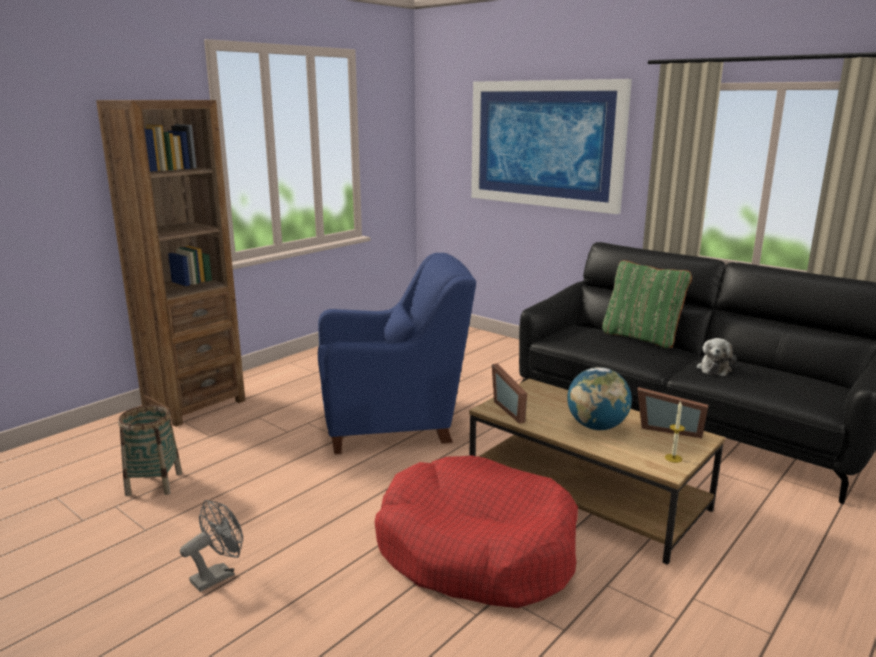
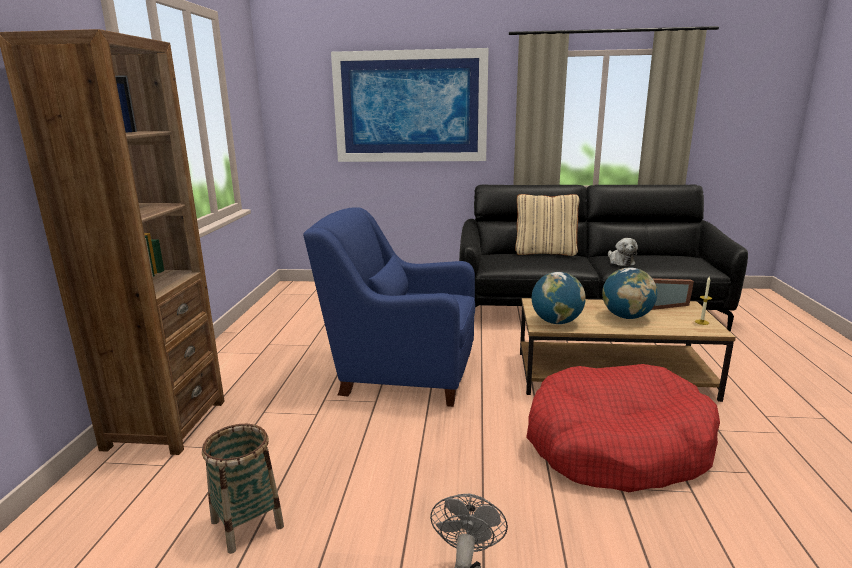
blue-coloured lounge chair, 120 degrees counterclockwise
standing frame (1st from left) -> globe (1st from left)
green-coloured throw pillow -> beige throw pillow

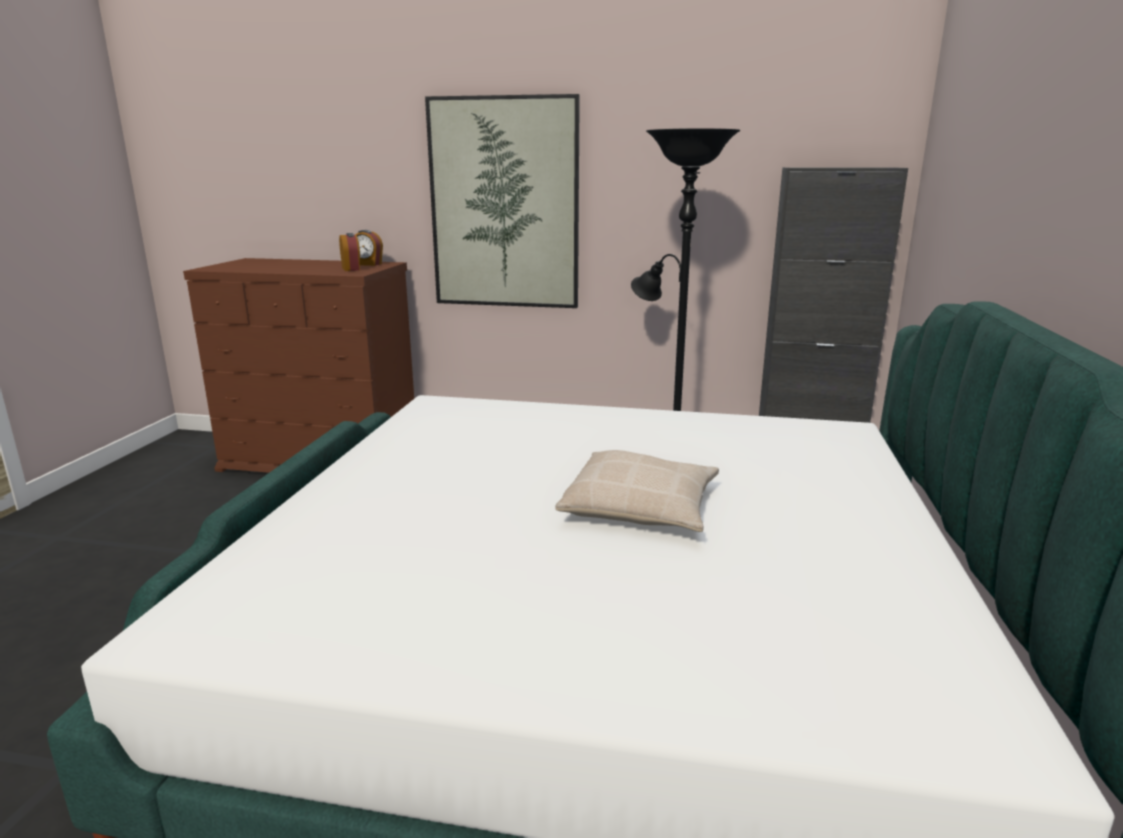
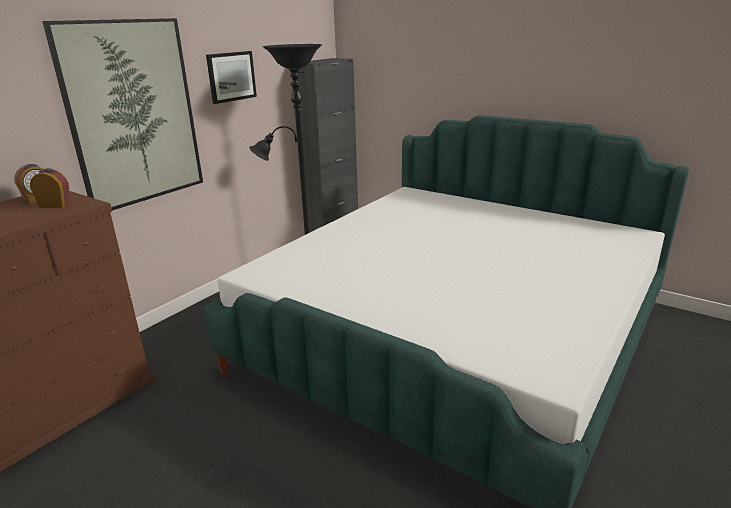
beige throw pillow -> none
none -> picture (2nd from left)

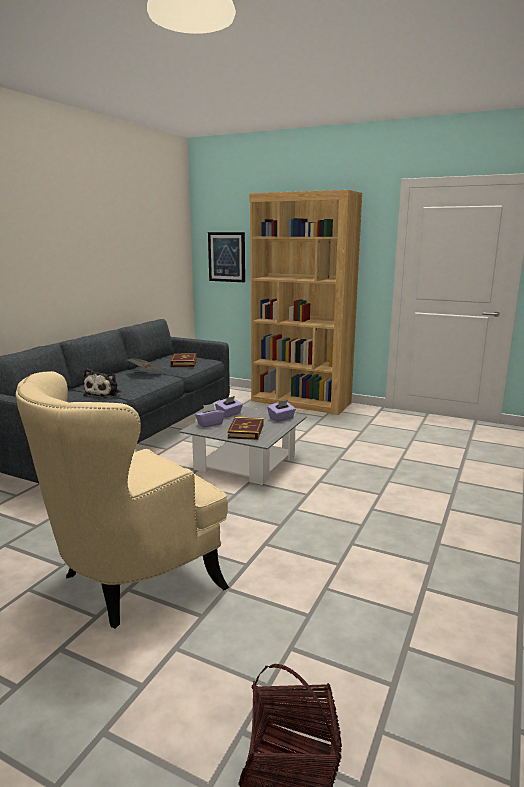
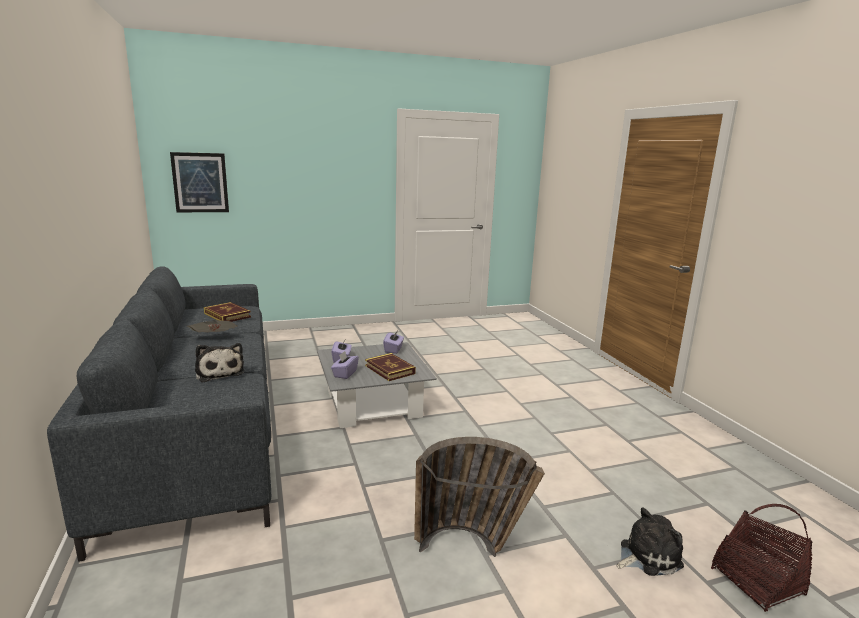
beige lounge chair -> household basket (1st from left)
brown bookshelf -> none
none -> plush toy (2nd from left)

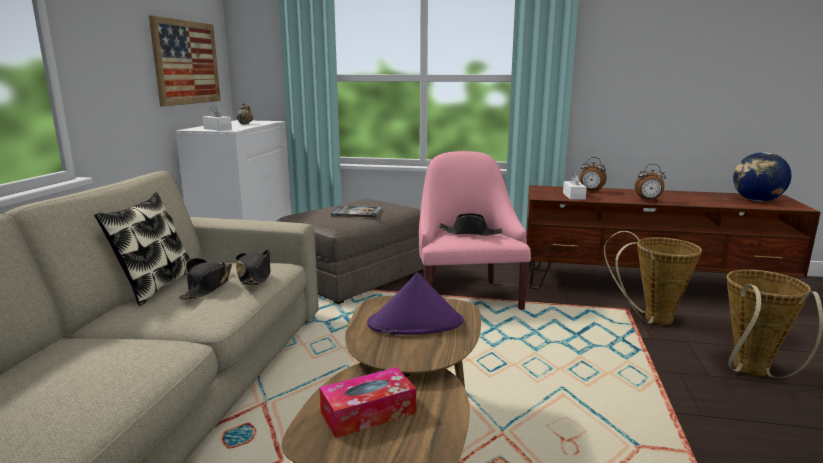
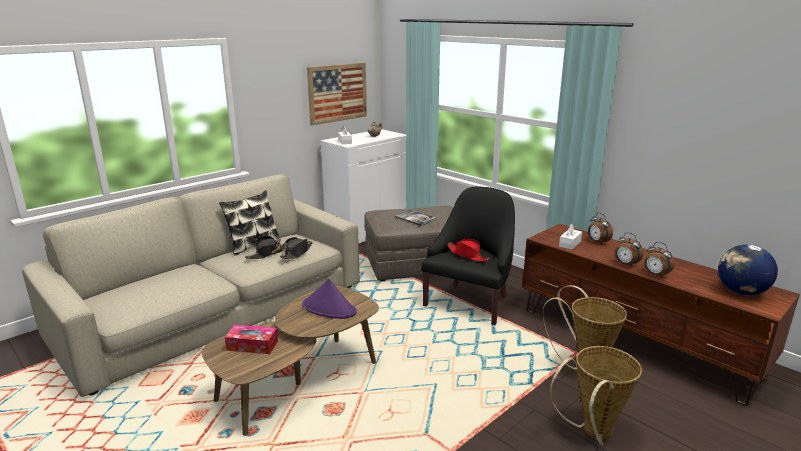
pinkish lounge chair -> black lounge chair
black wearable hat (3rd from left) -> red-coloured wearable hat
none -> bedside clock (3rd from left)

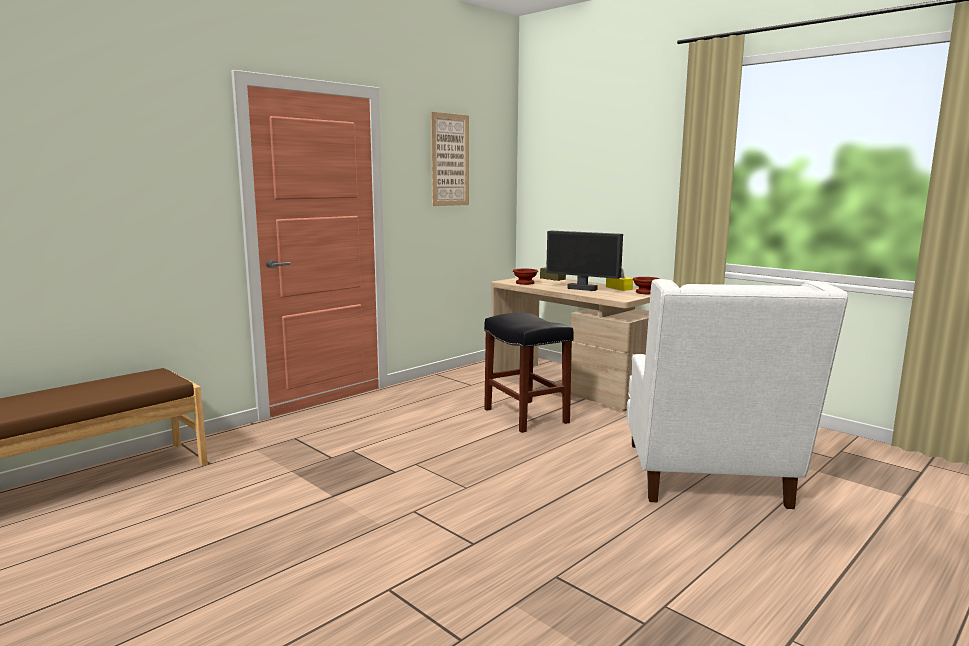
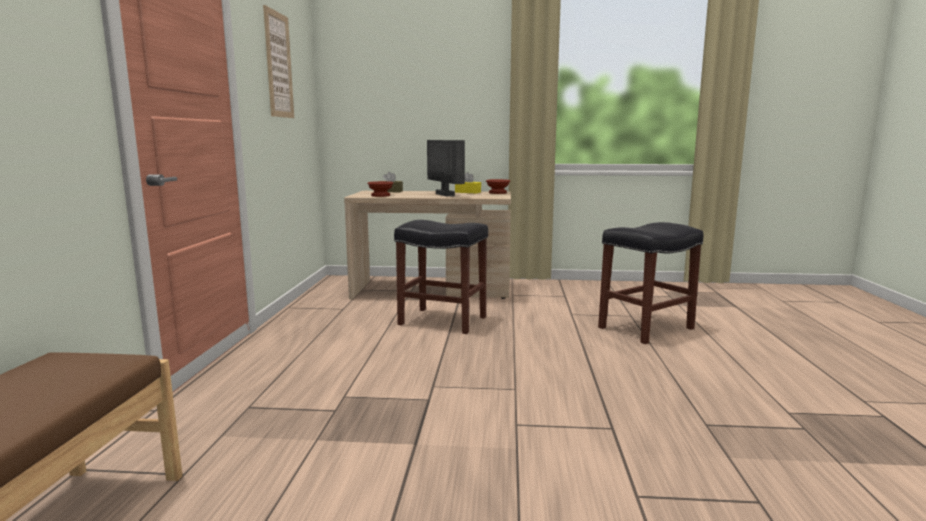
computer screen, 105 degrees counterclockwise
whitish lounge chair -> black stool seat (2nd from left)

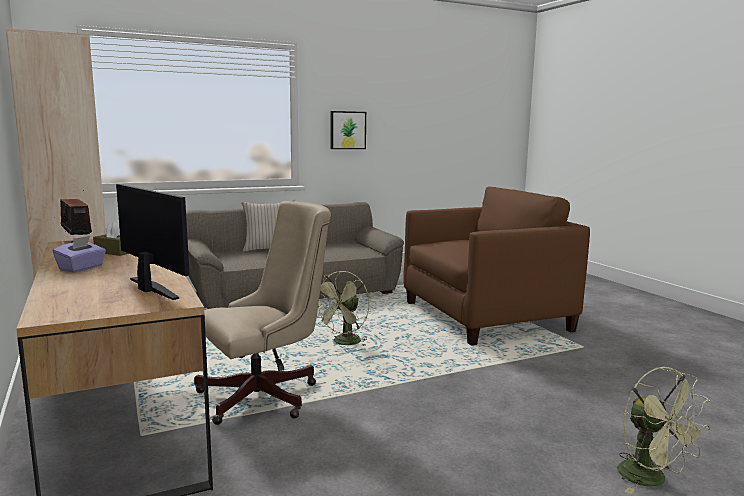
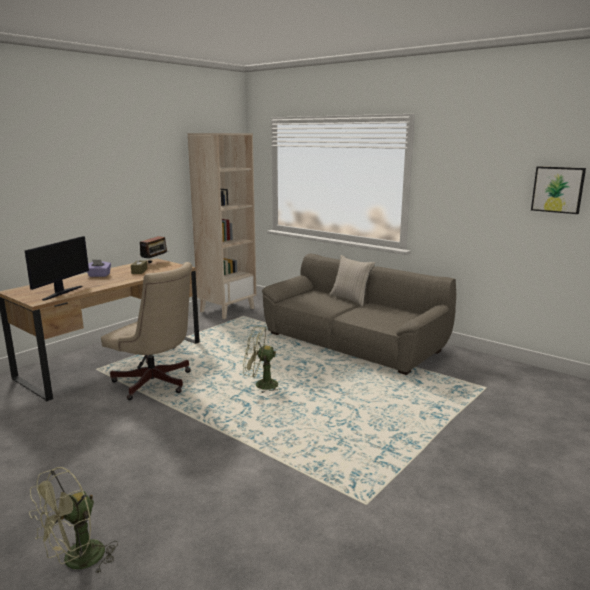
picture, moved
brown lounge chair -> none

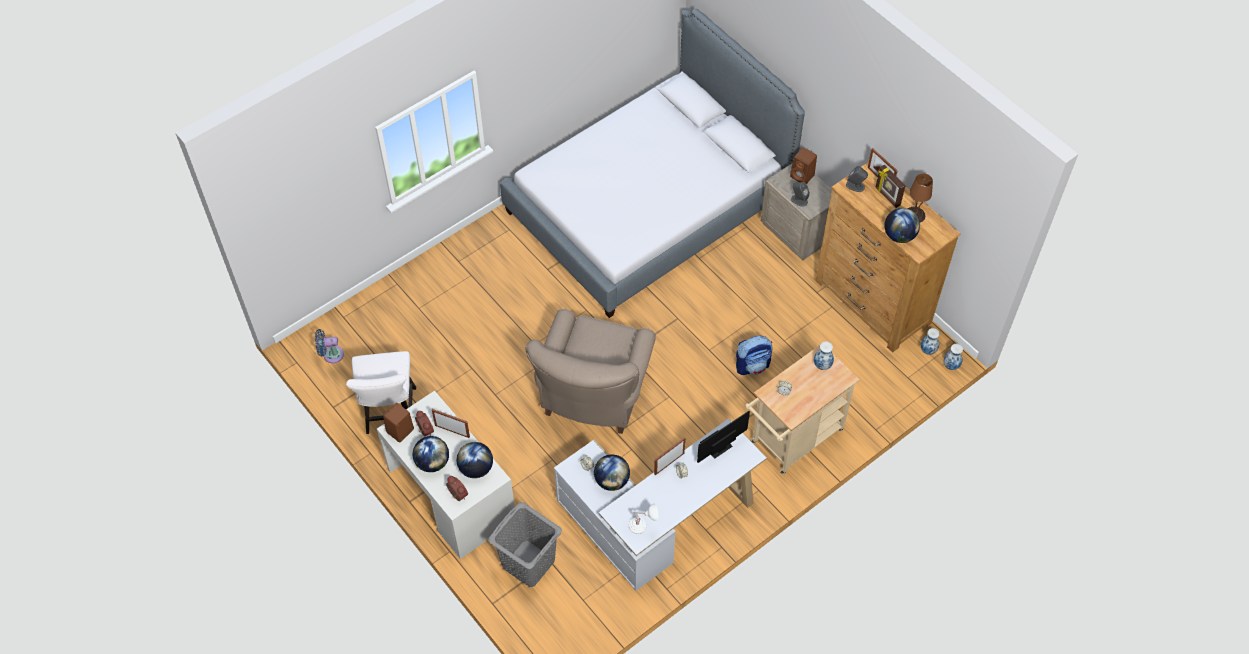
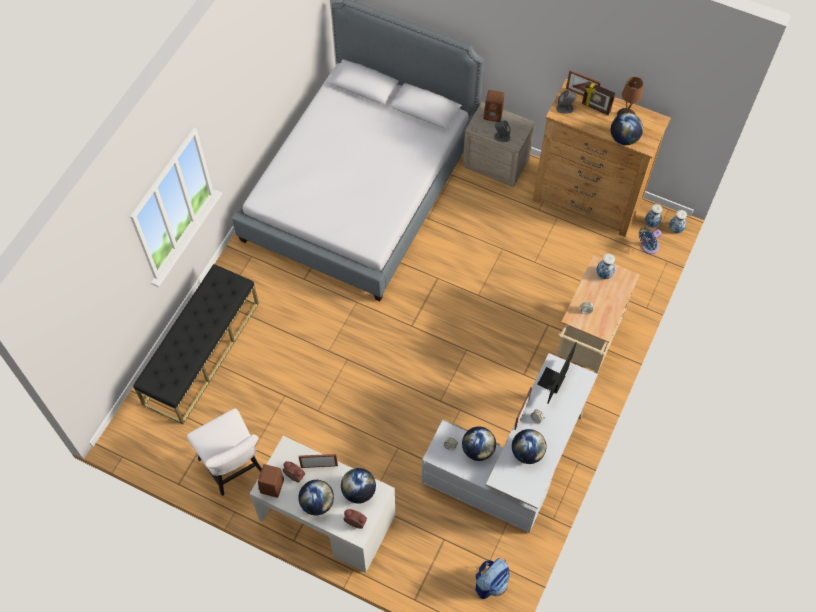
blue-coloured electric fan, moved
gray washing basket -> none
beige lounge chair -> none
whitish tabletop lamp -> none
backpack, moved
none -> black indoor bench
none -> globe (4th from left)

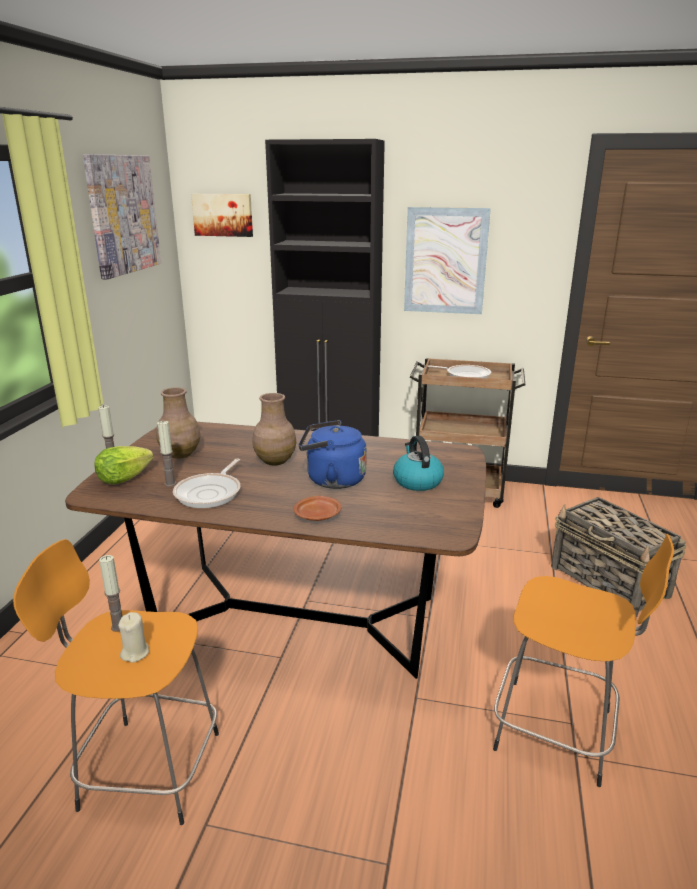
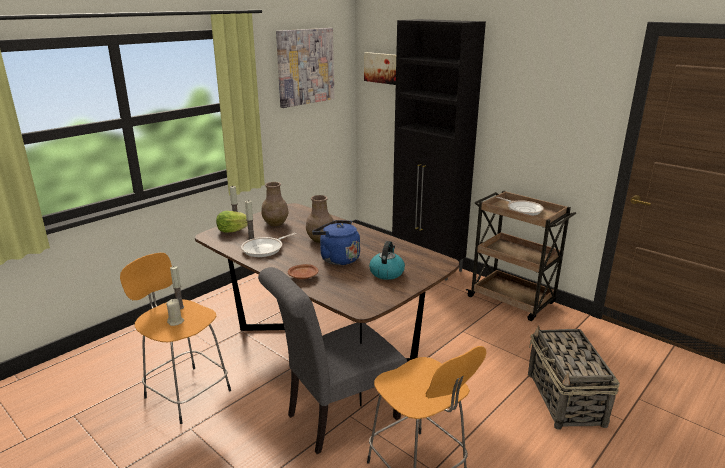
picture (3rd from left) -> none
none -> gray chair

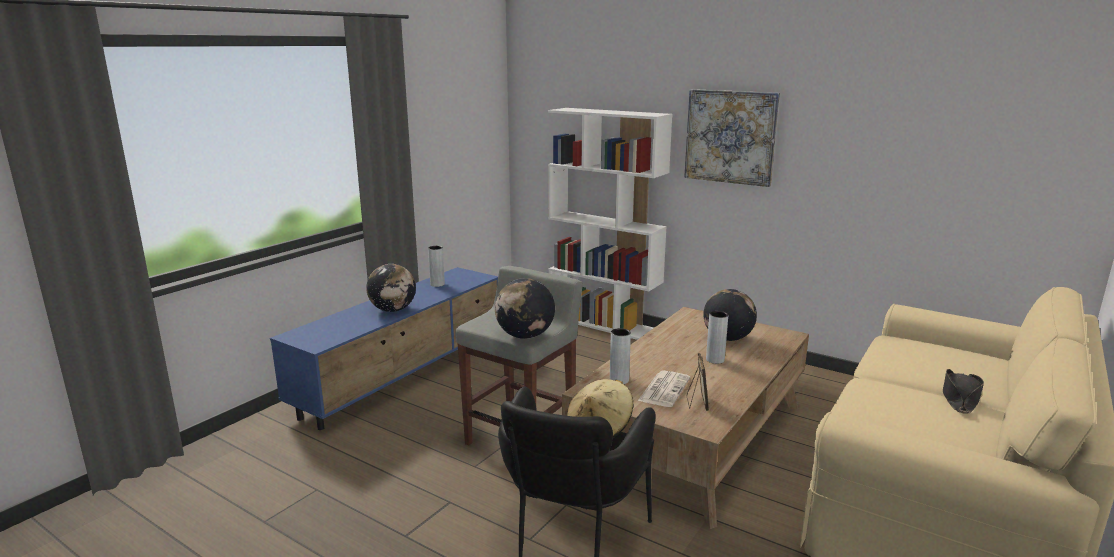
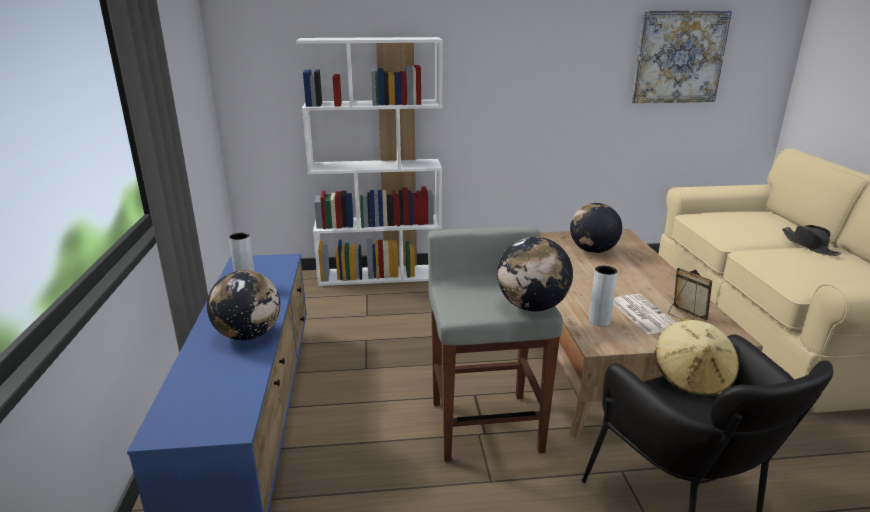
picture, moved
gray decorative vase (3rd from left) -> none

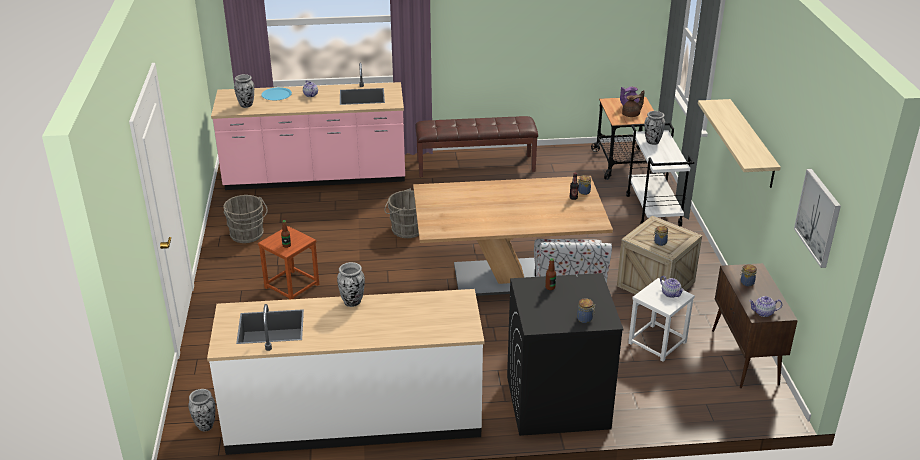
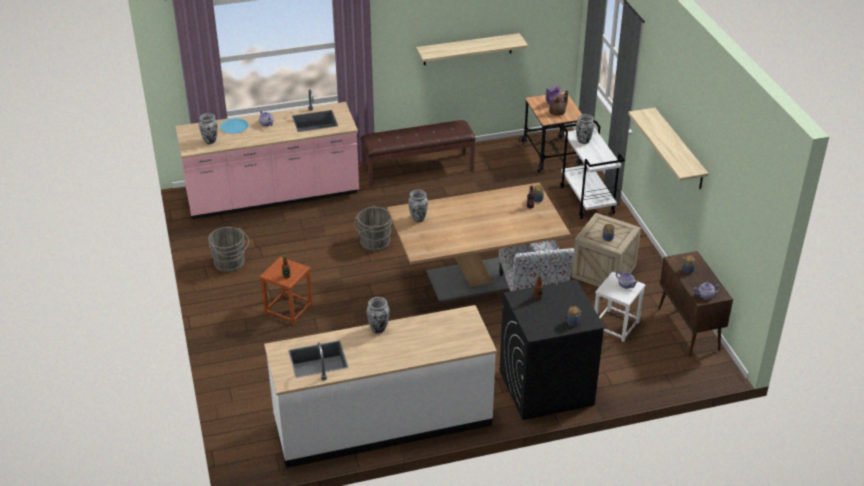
decorative vase (1st from left in the first image) -> decorative vase (3rd from left), moved
picture -> none
none -> shelf (1st from left)

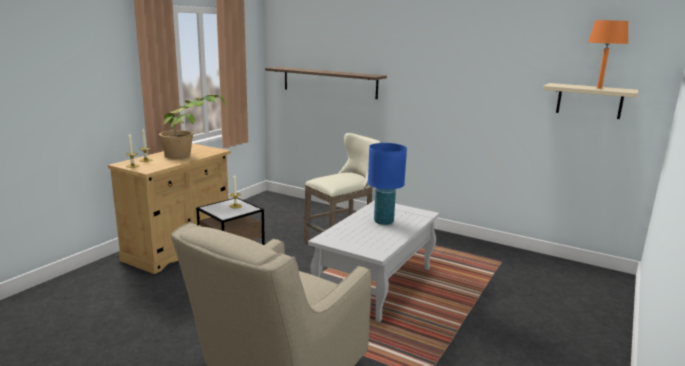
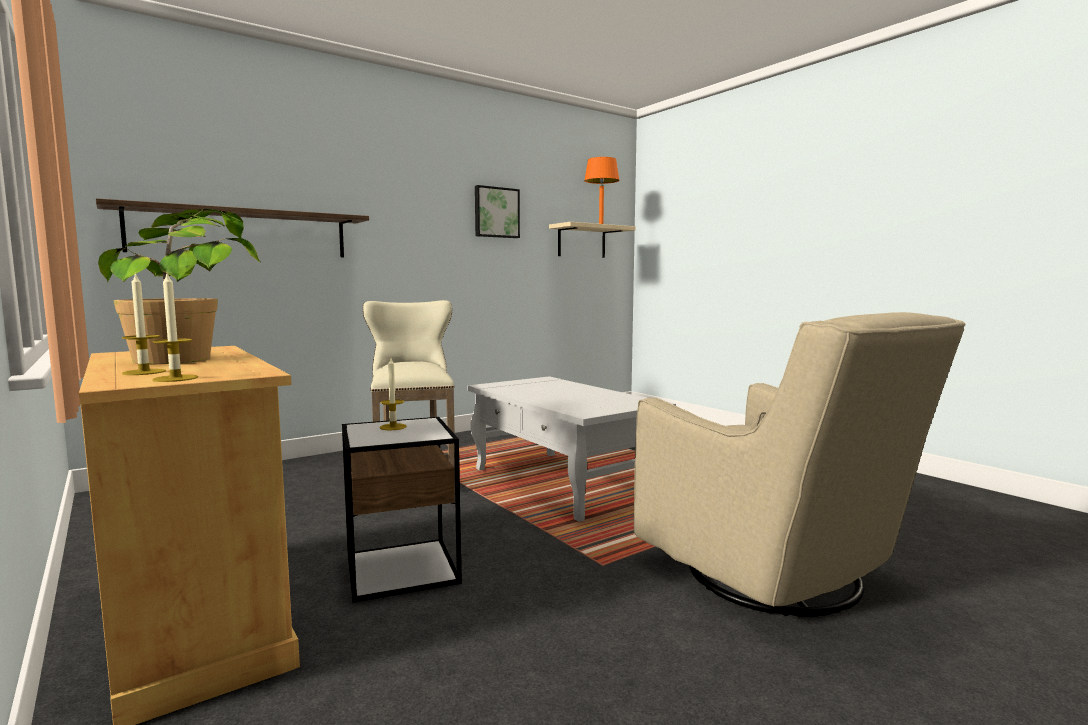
blue-coloured tabletop lamp -> none
none -> picture

